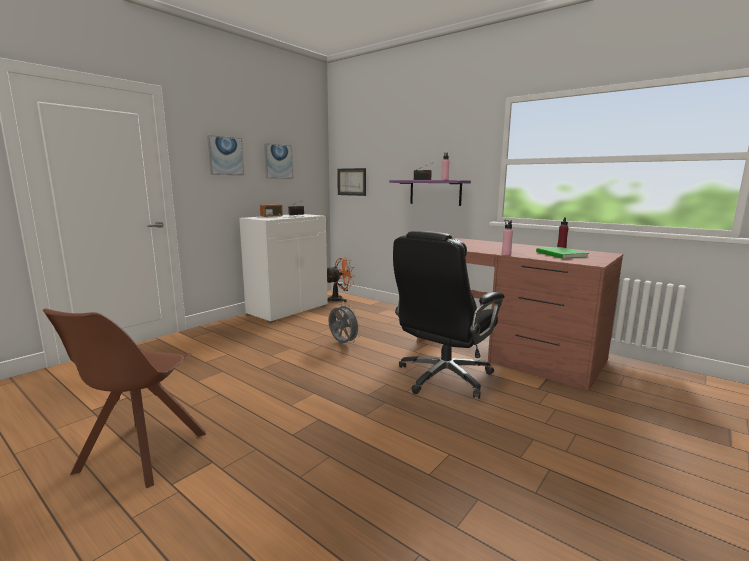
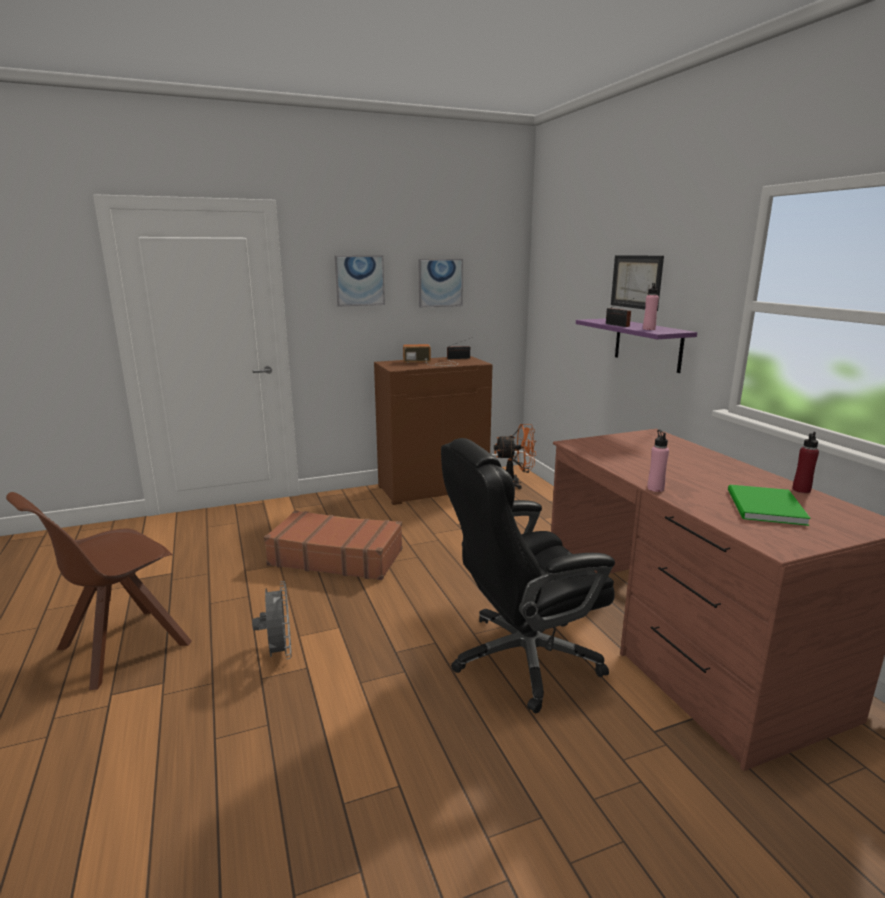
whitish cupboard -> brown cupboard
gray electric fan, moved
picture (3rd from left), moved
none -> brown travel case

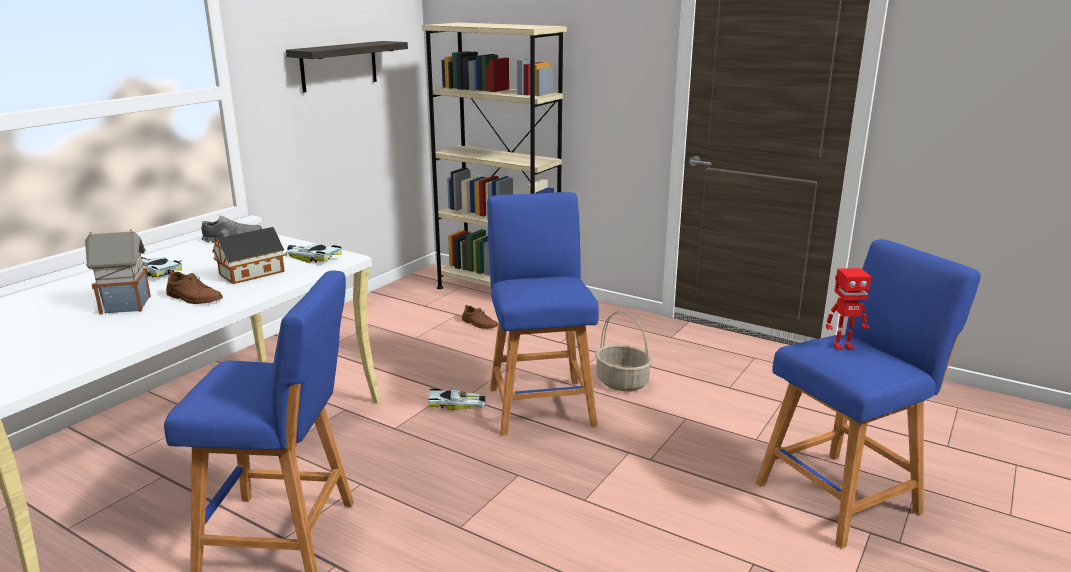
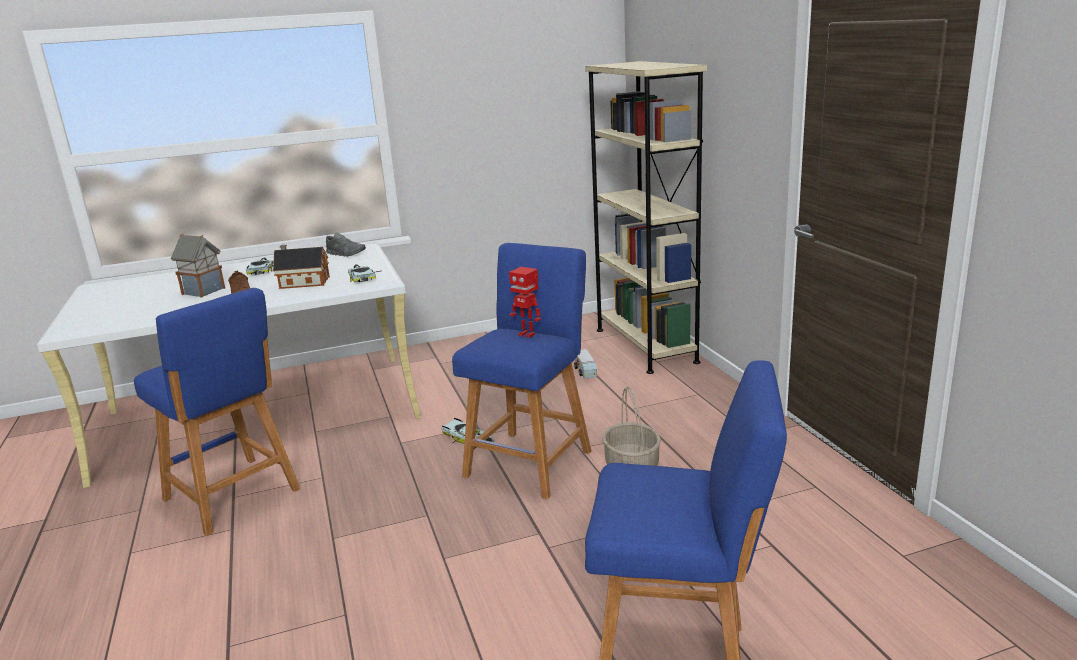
shelf -> none
brown low shoe (2nd from left) -> toy lorry
model robot, moved

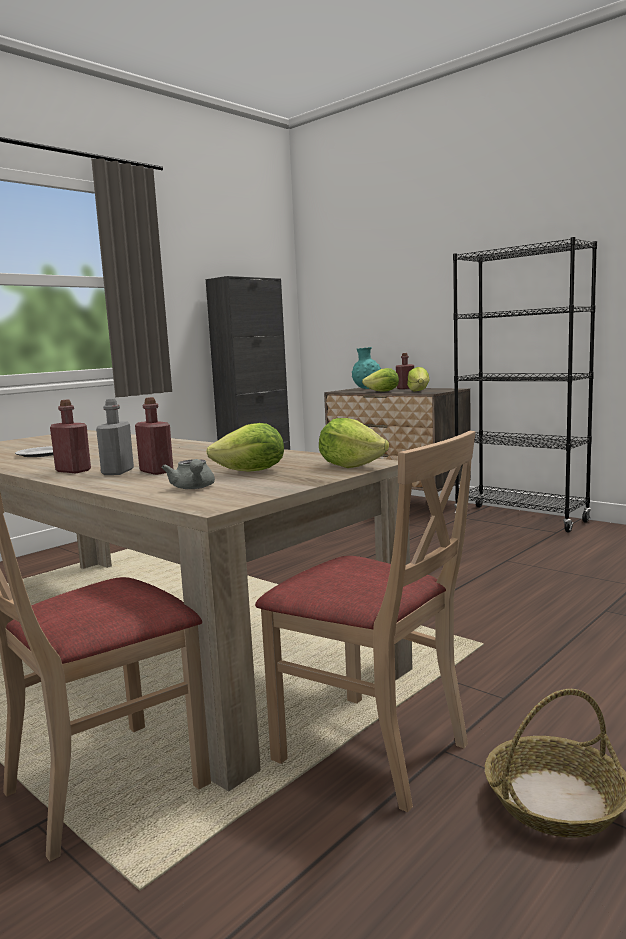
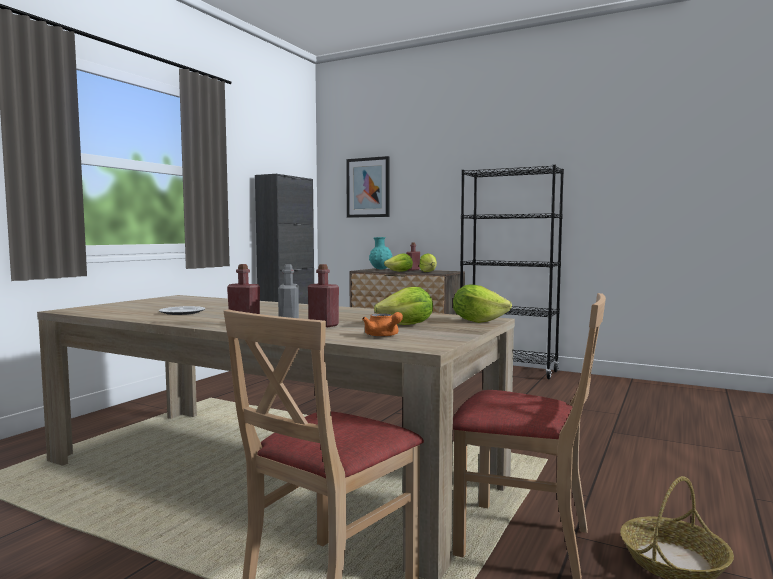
gray tea pot -> orange tea pot
none -> picture

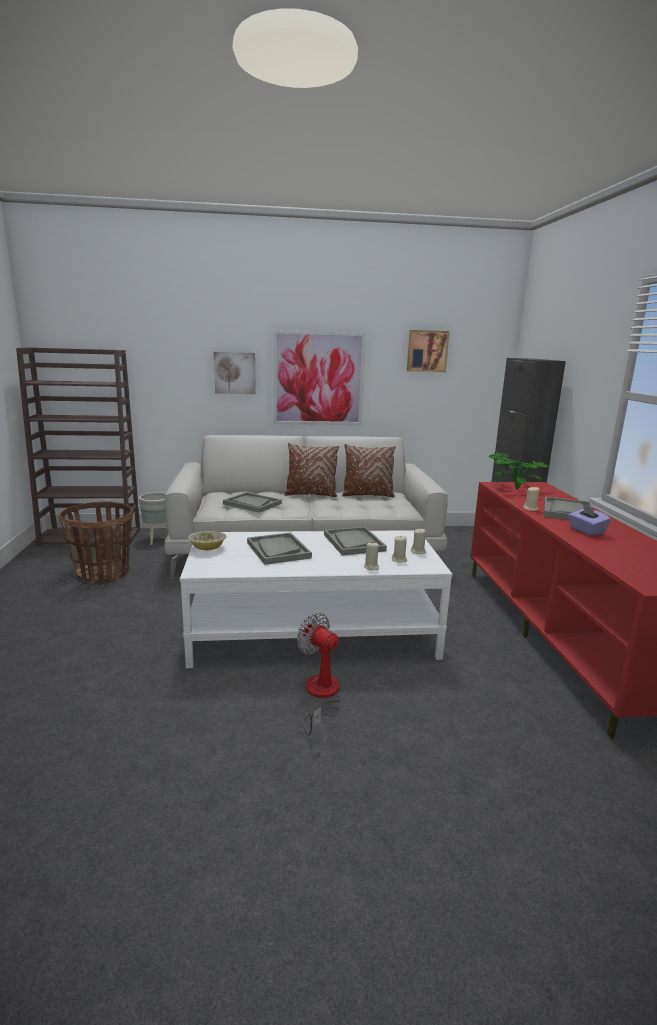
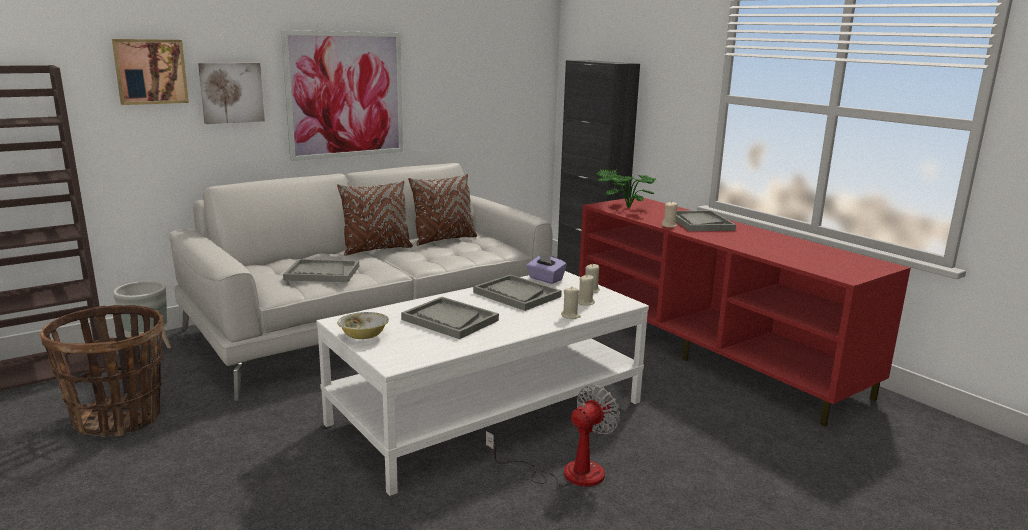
electric fan, 120 degrees clockwise
picture (3rd from left in the first image) -> picture (1st from left), moved
purple-coloured tissue holder, moved

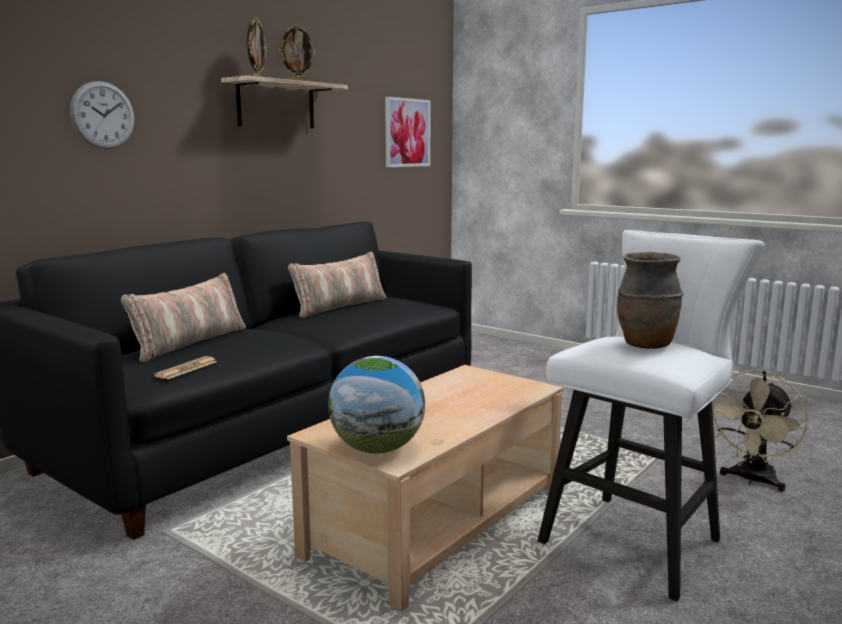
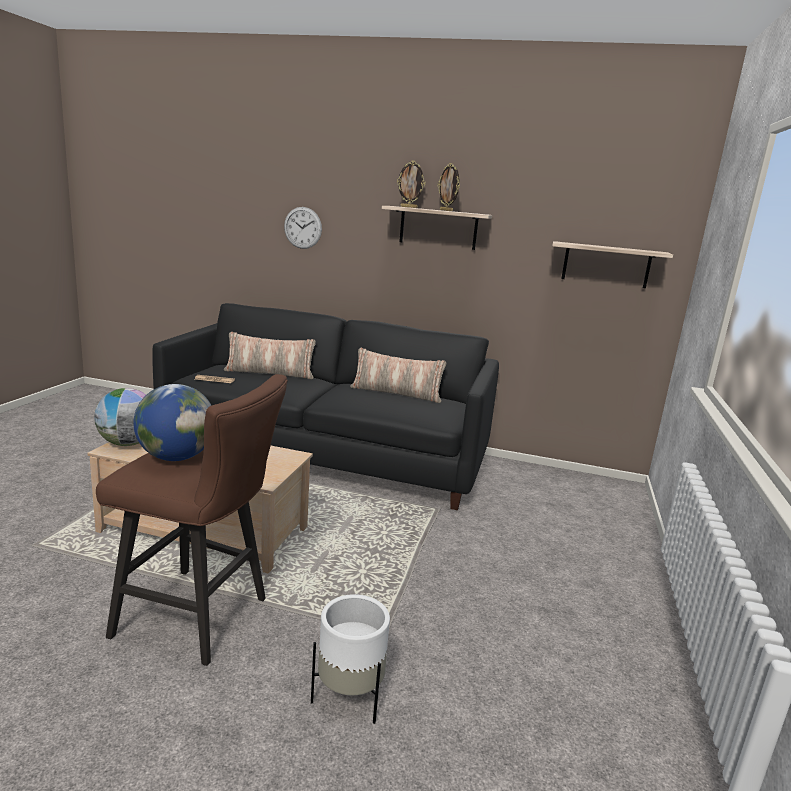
picture -> shelf (2nd from left)
whitish stool seat -> brown stool seat
brown decorative vase -> globe (2nd from left)
beige electric fan -> whitish planter

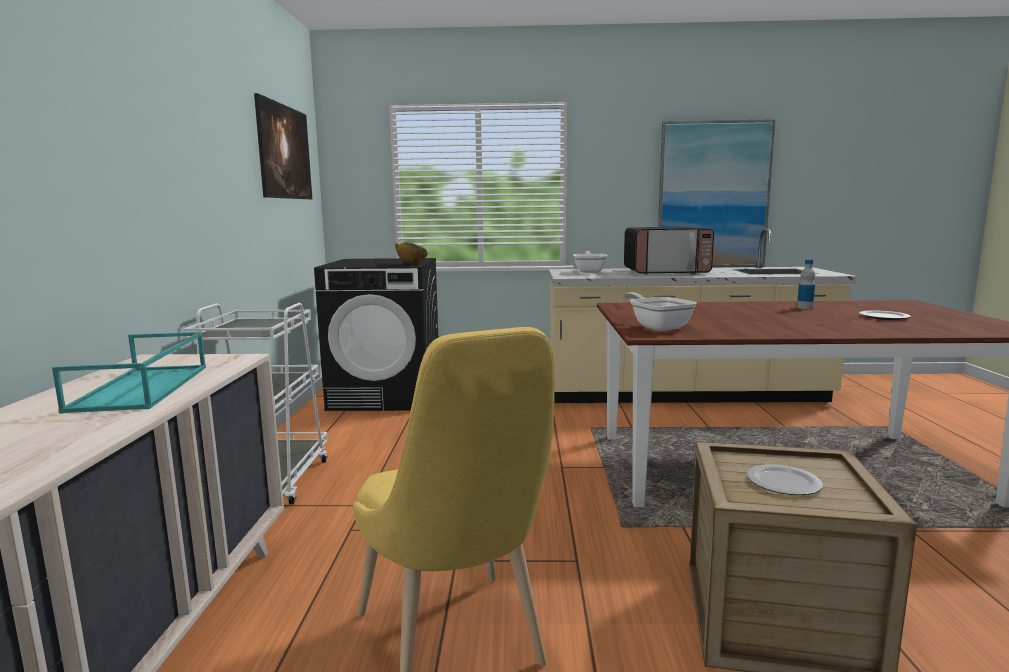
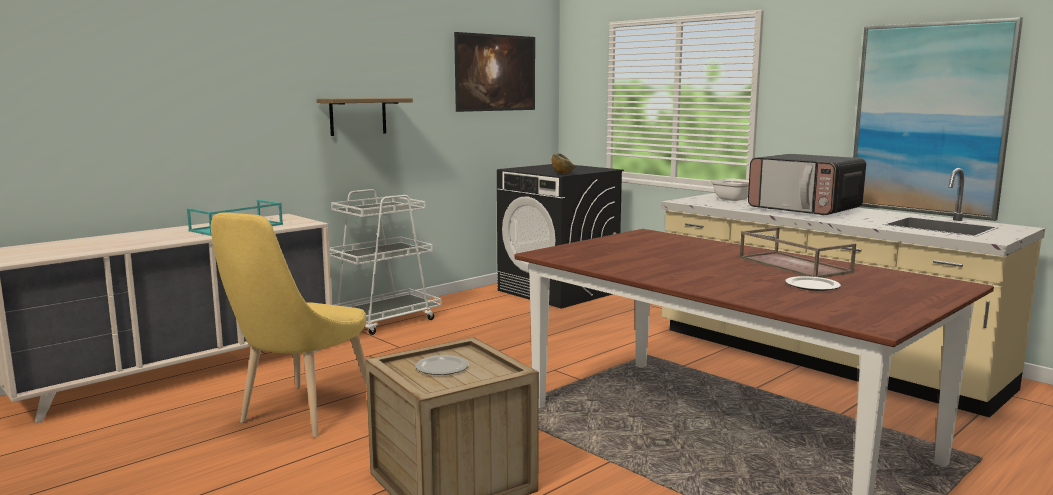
pan (2nd from left) -> none
drink bottle -> brown carrying tray
none -> shelf

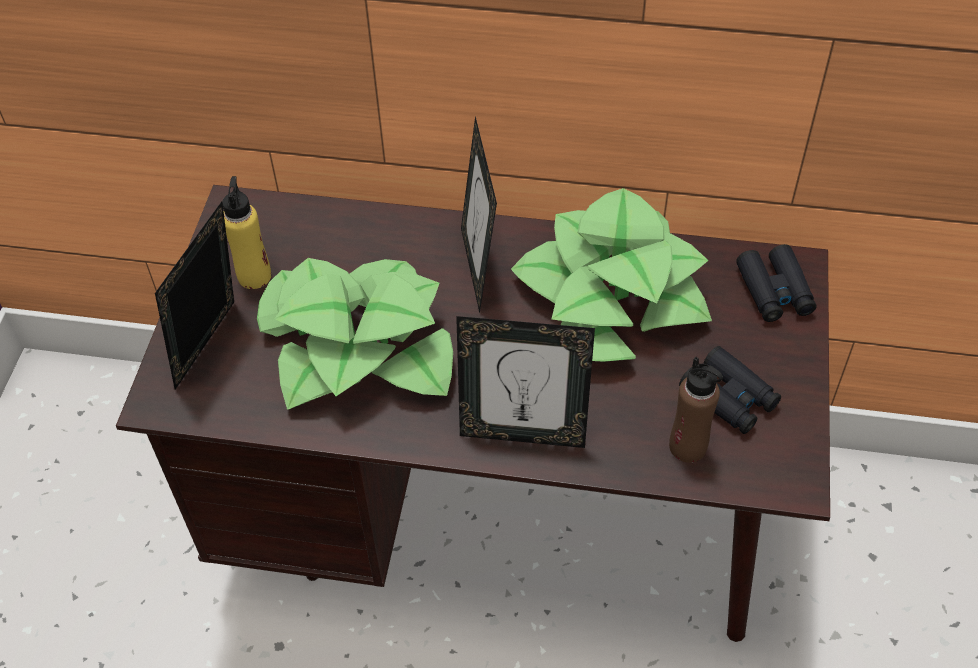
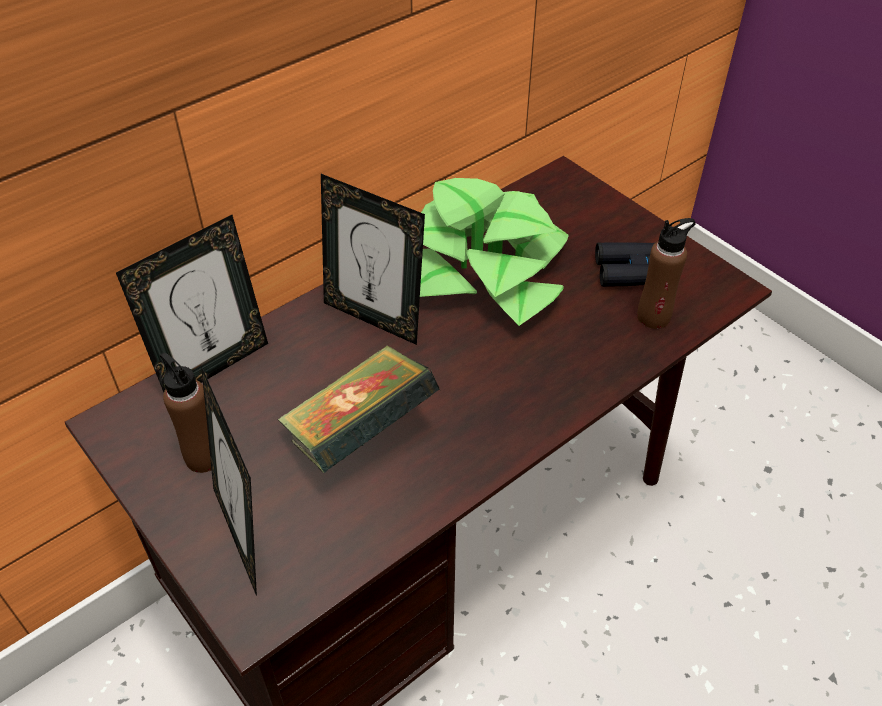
yellowish drink bottle -> brown drink bottle (1st from left)
potted plant (1st from left) -> volume
standing frame (3rd from left in the first image) -> standing frame (1st from left), moved
black field glasses (2nd from left) -> none

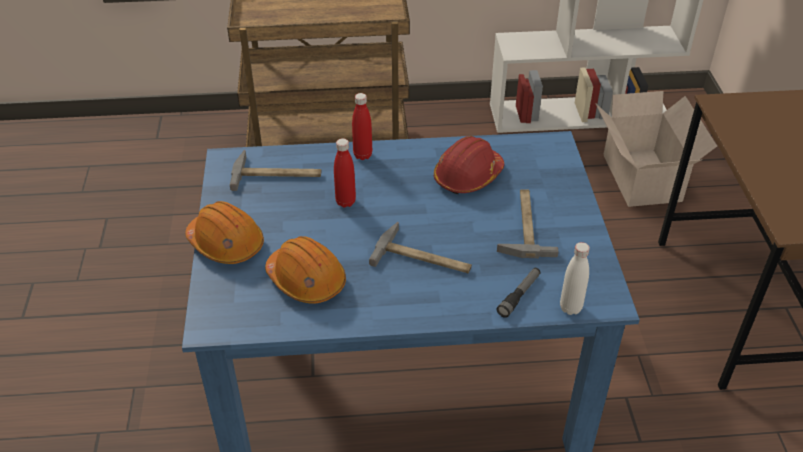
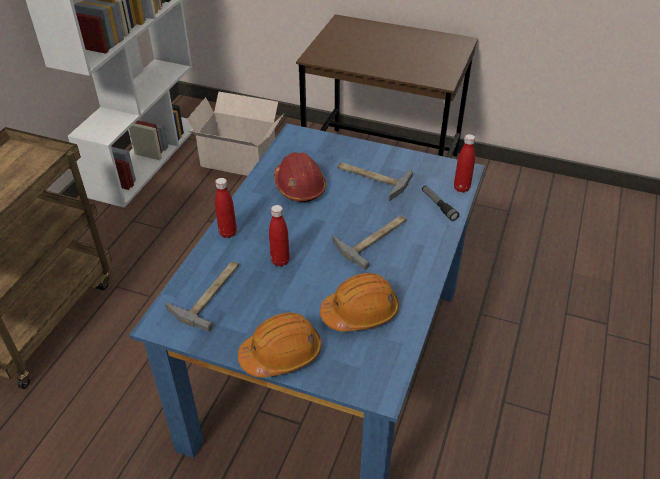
whitish drink bottle -> red-coloured drink bottle (3rd from left)

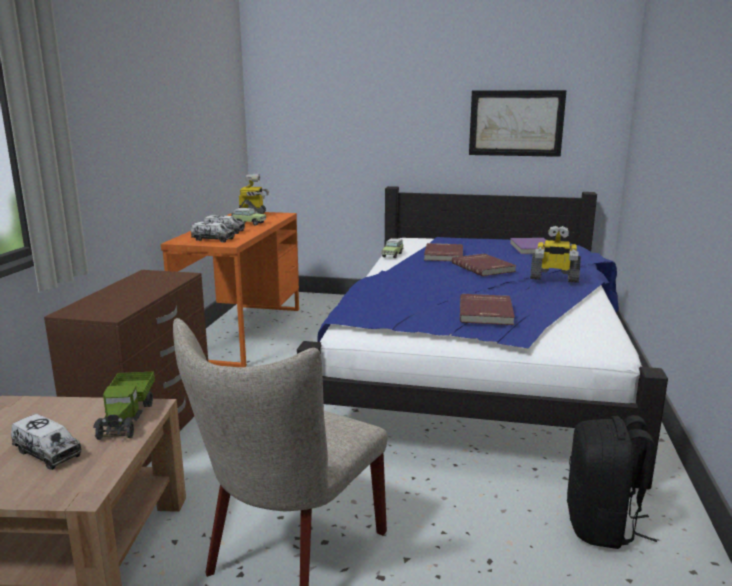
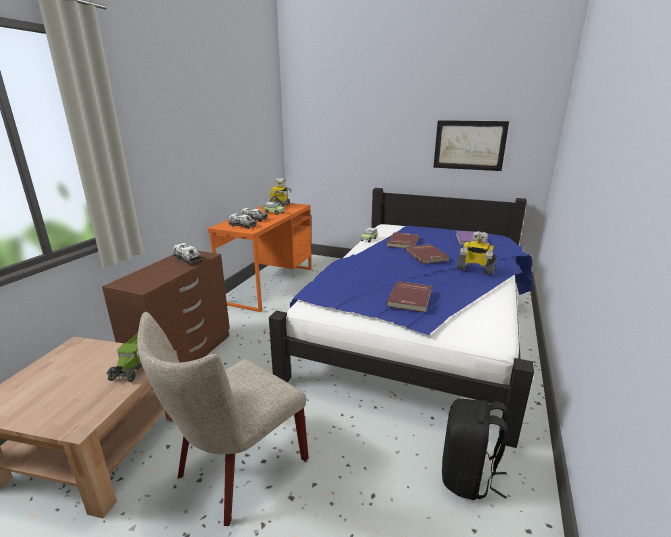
toy lorry (1st from left in the first image) -> toy lorry (2nd from left), moved

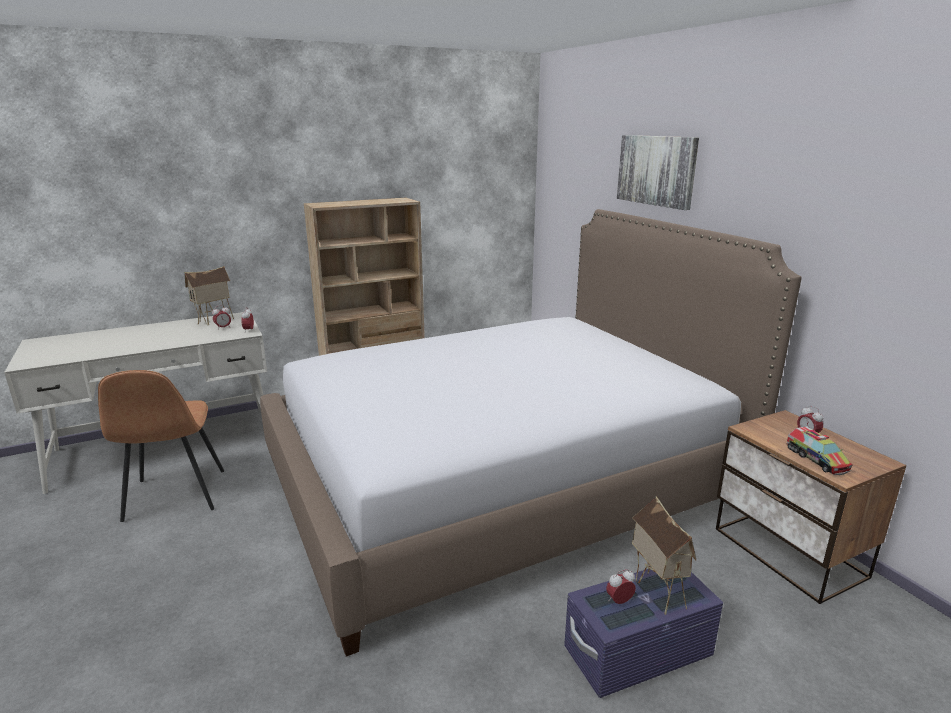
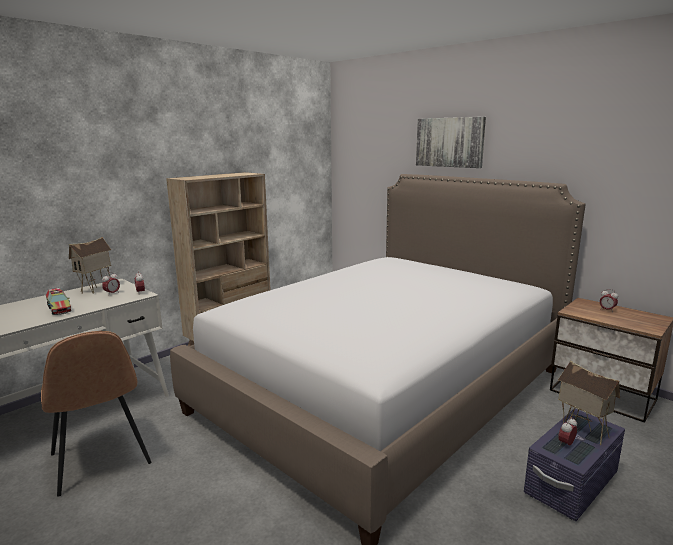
toy lorry, moved

